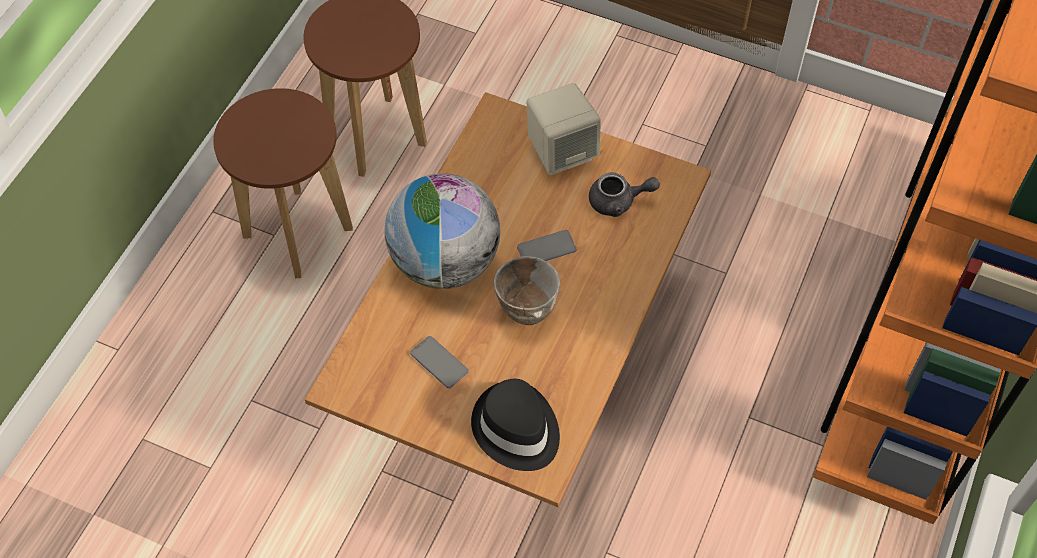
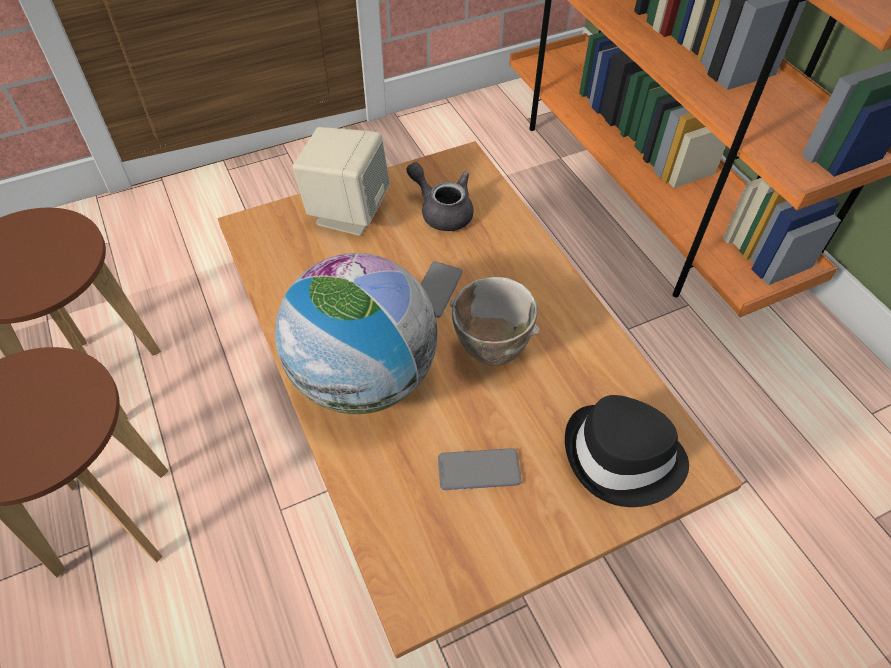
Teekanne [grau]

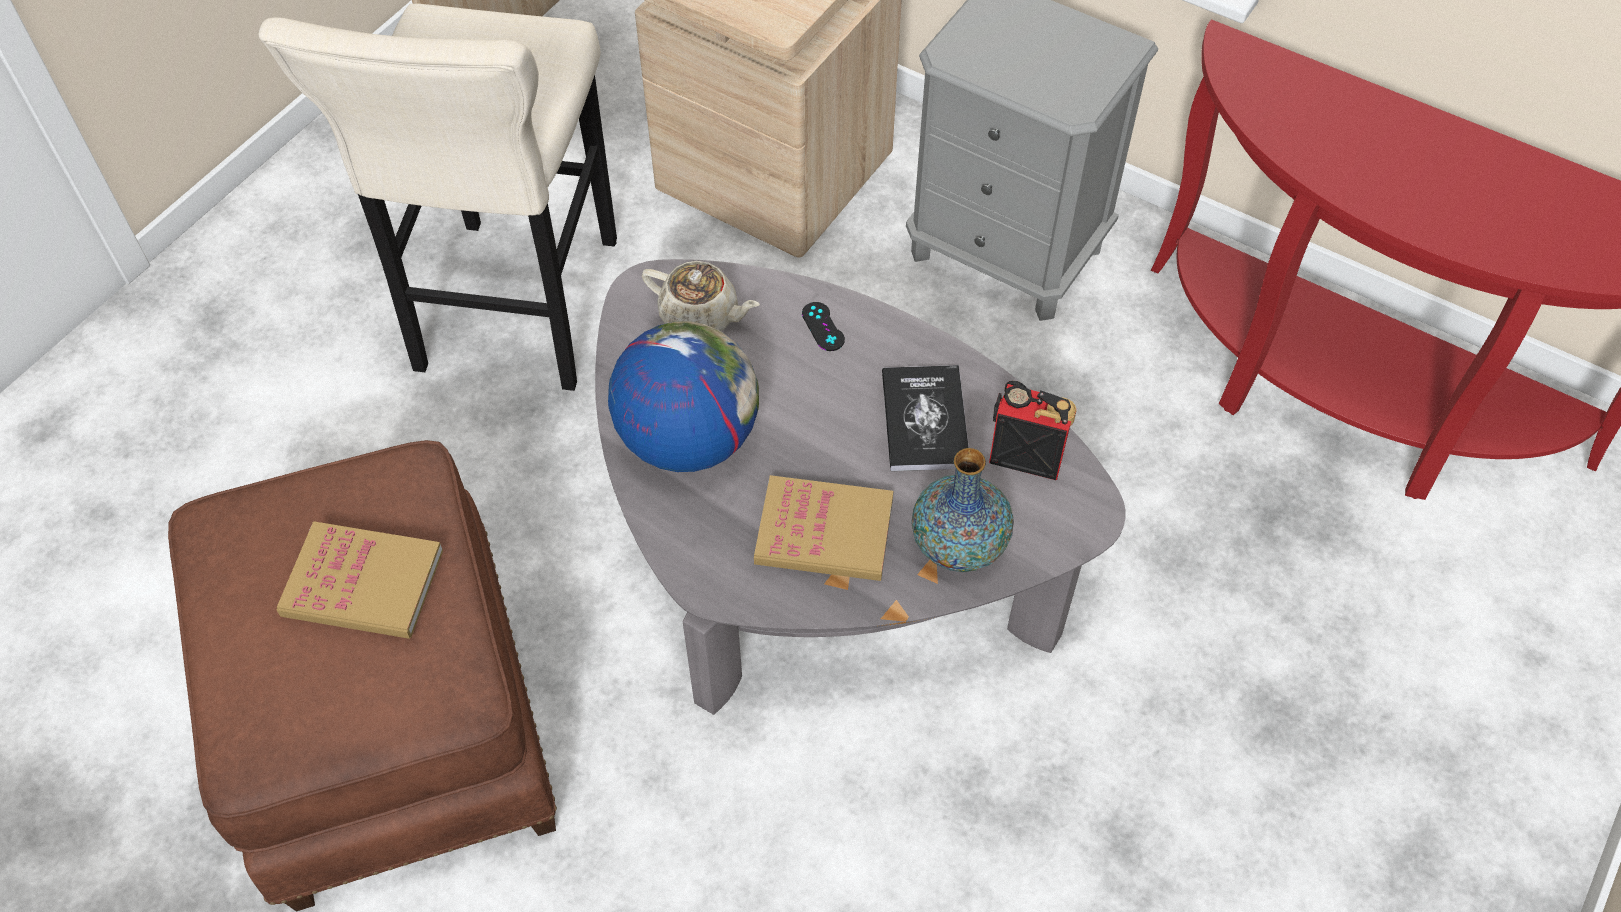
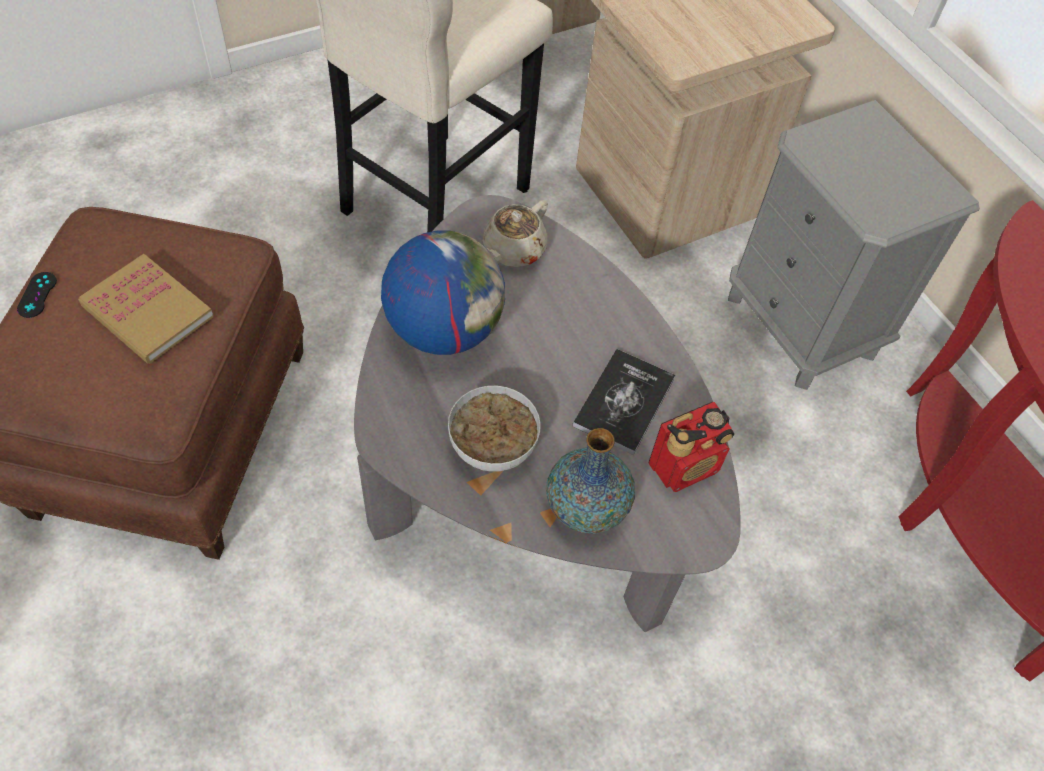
Teekanne [beige]
Schüssel
Gamepad [schwarz]
Radio

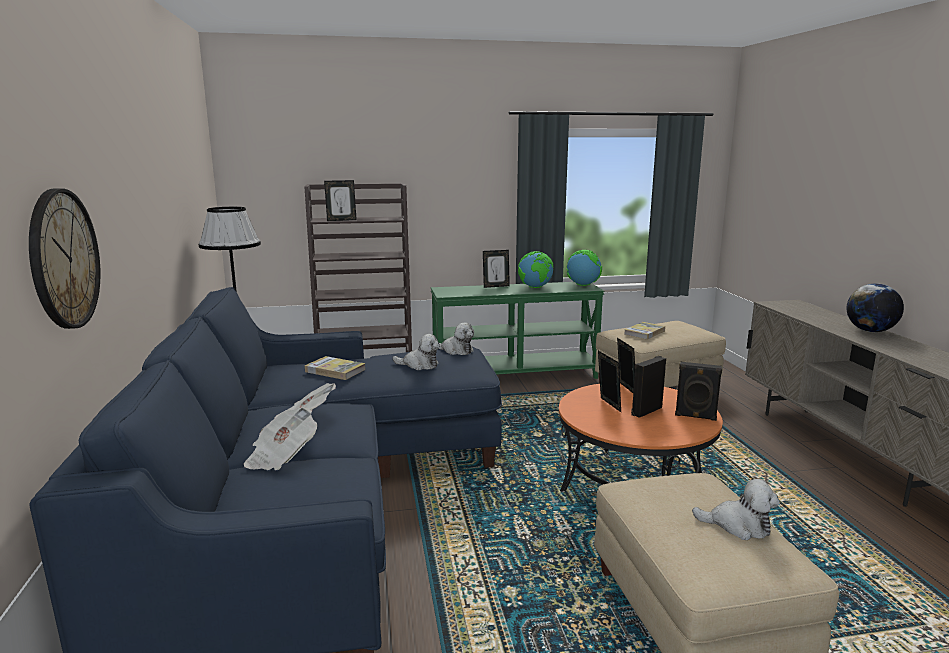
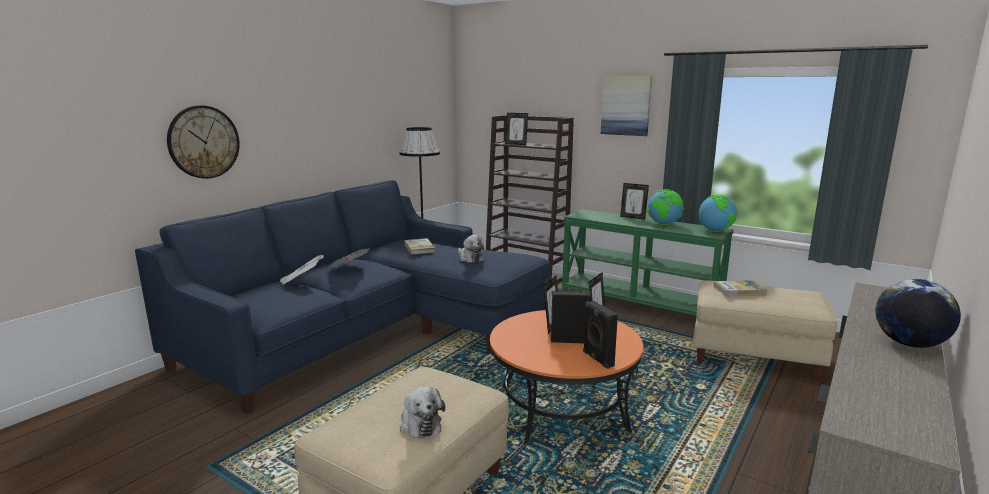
Plüschtier (no. 2 from left in the first image)
Bild

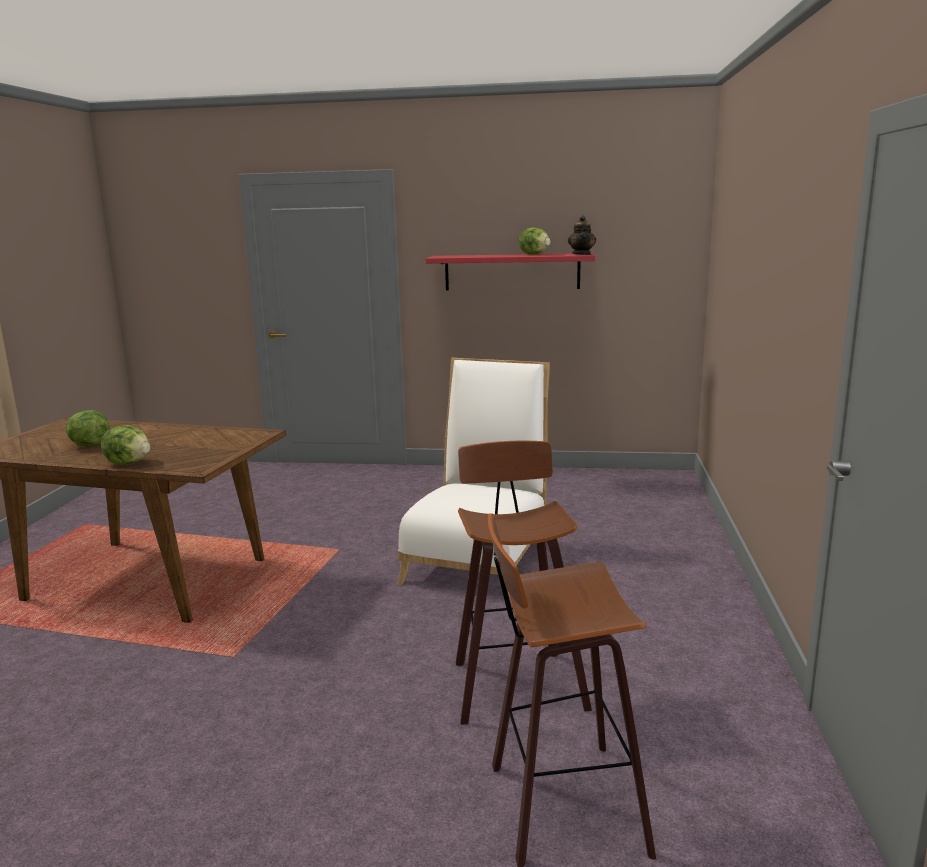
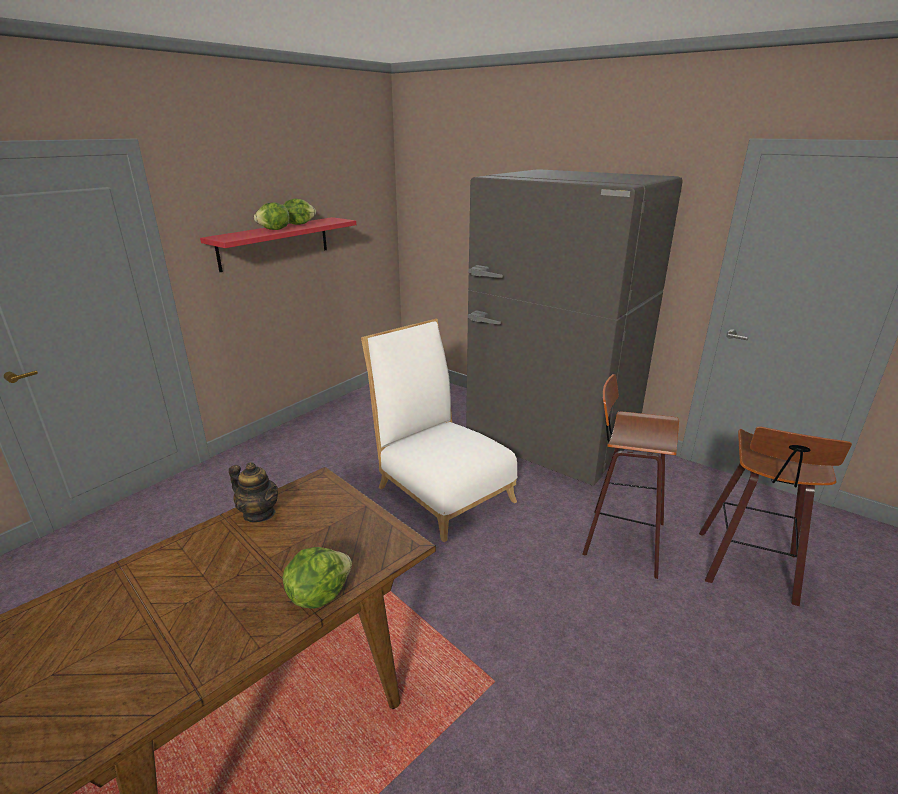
Salatkopf (no. 1 from left)
Teekanne
Kühlschrank [grau]

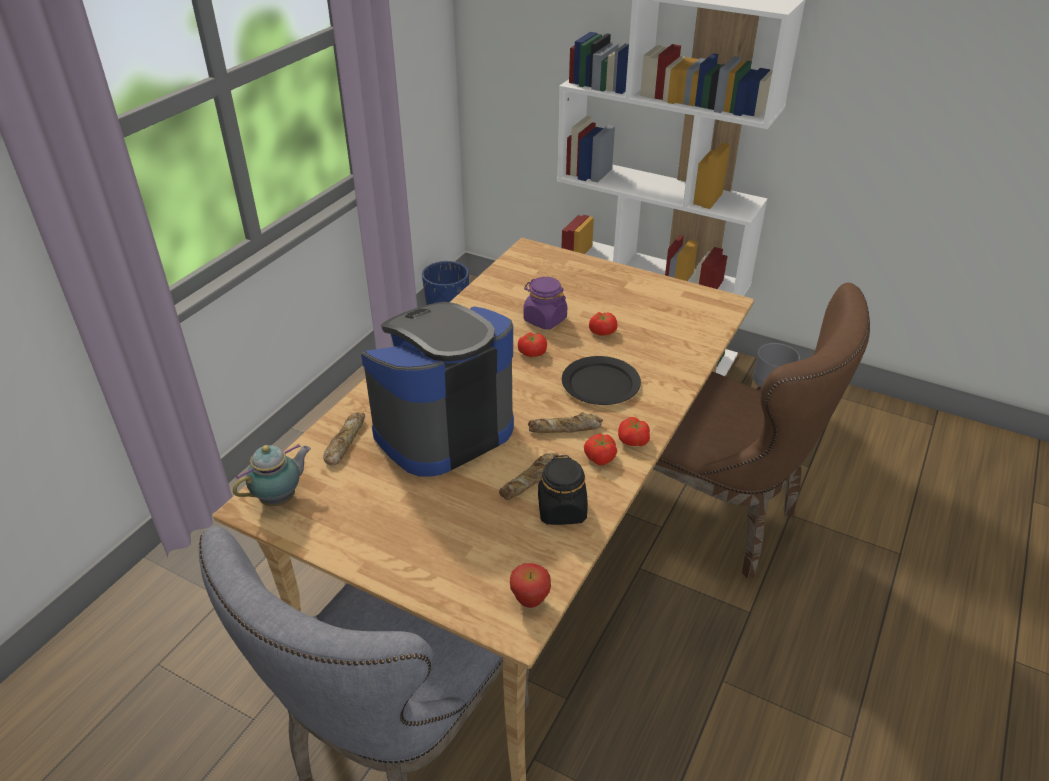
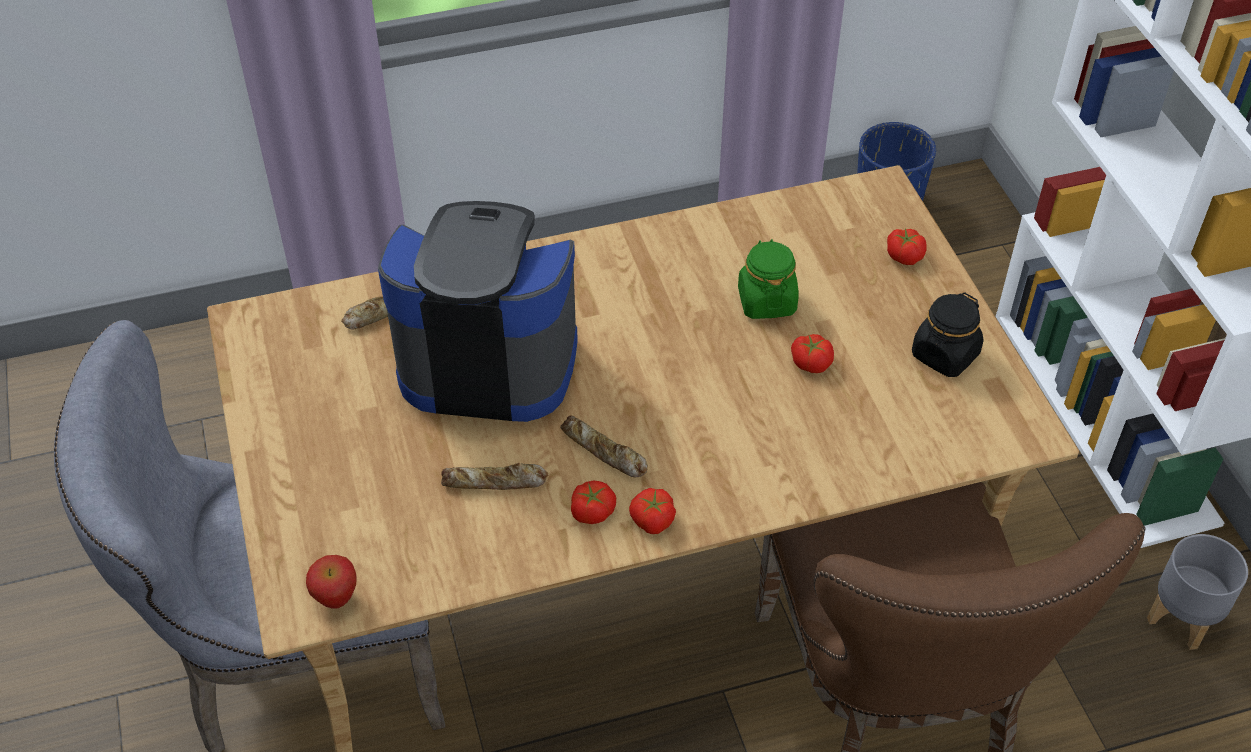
Teekanne
Tomate (no. 4 from left)
Vorratsglas [grün]
Vorratsglas [schwarz]
Teller [schwarz]

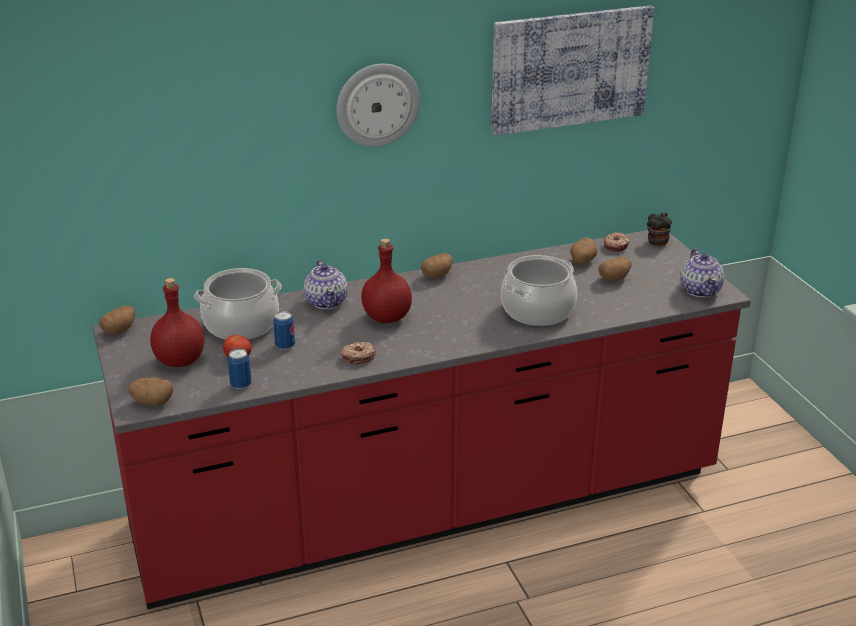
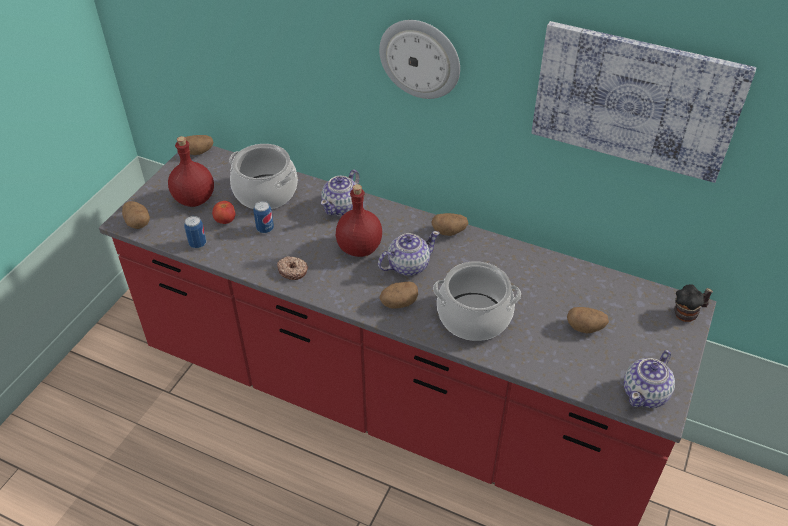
Kartoffel (no. 3 from left)
Donut (no. 2 from left in the first image)
Teekanne (no. 2 from left)

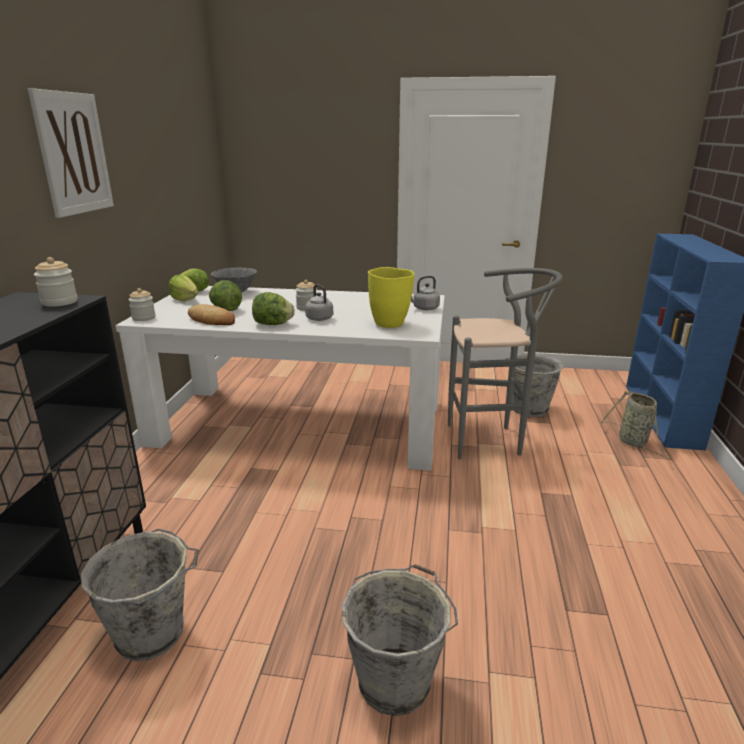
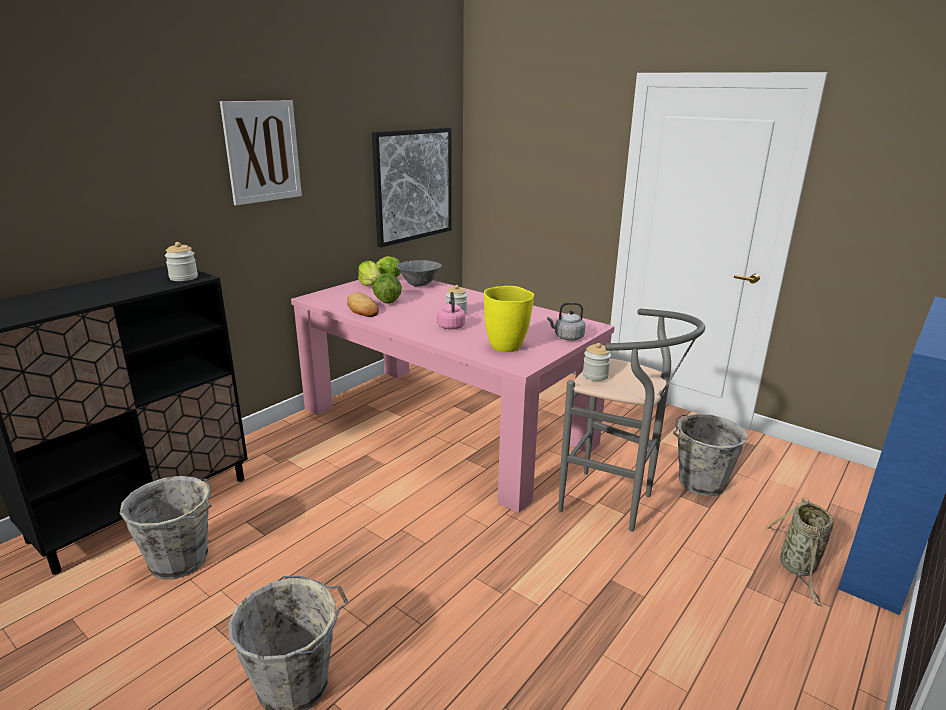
Esstisch [rosa]
Vorratsglas (no. 3 from left)
Salatkopf (no. 4 from left in the first image)
Wasserkessel [rosa]
Bild (no. 2 from left)

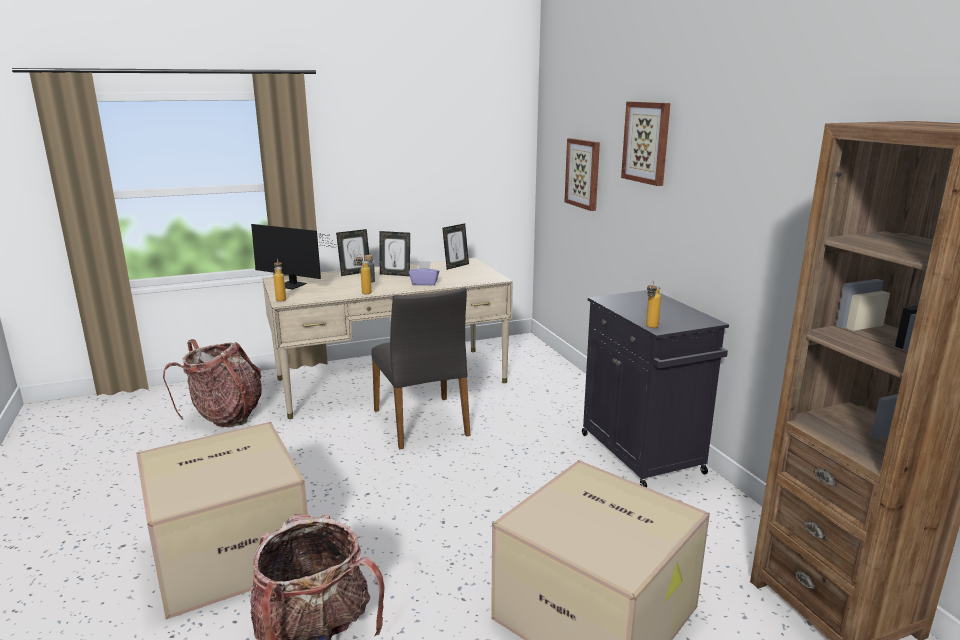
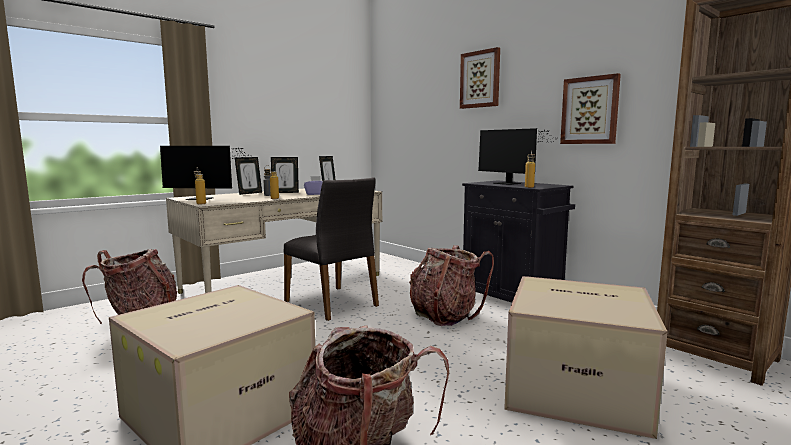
Bild (no. 2 from left)
Rucksack (no. 3 from left)
Monitor (no. 2 from left)

